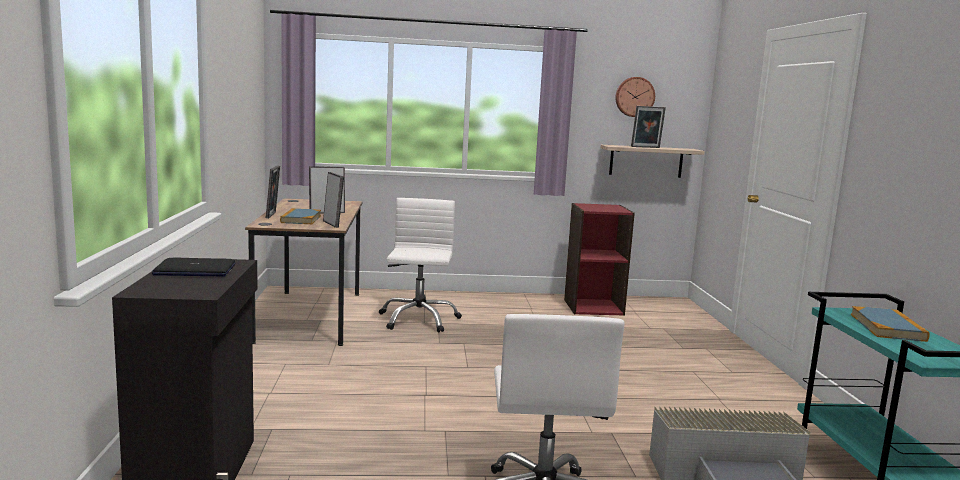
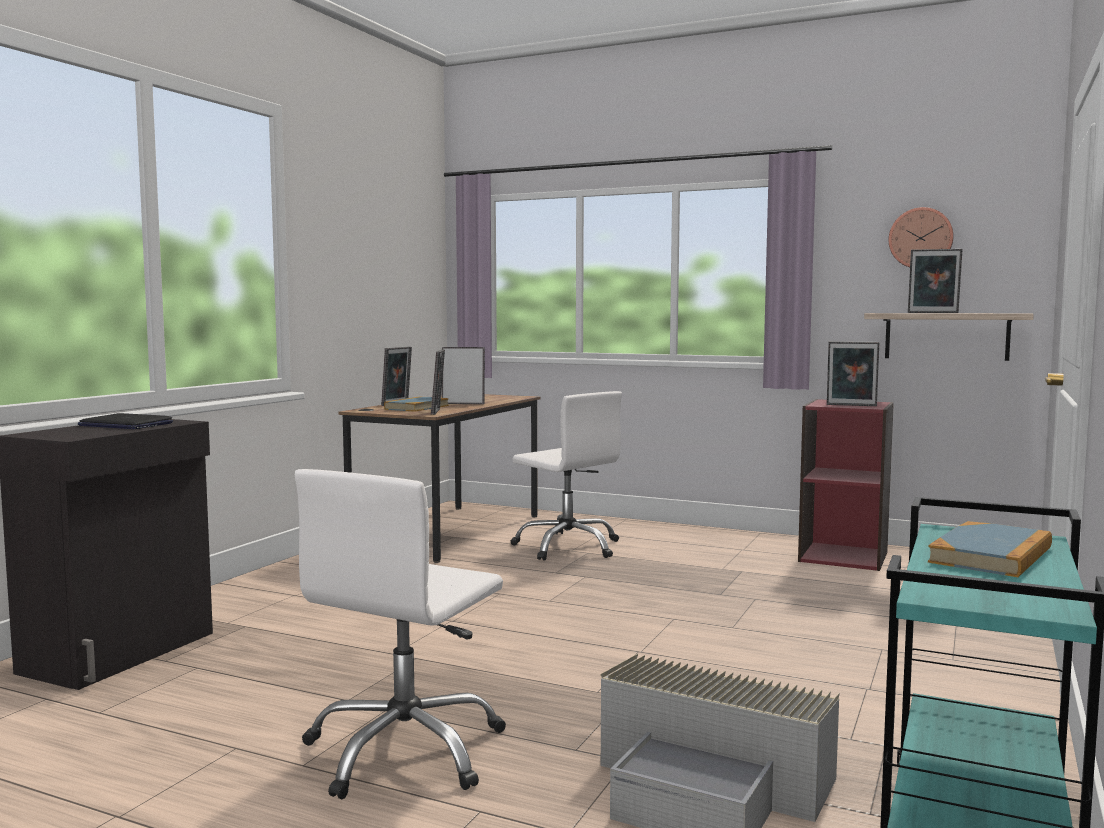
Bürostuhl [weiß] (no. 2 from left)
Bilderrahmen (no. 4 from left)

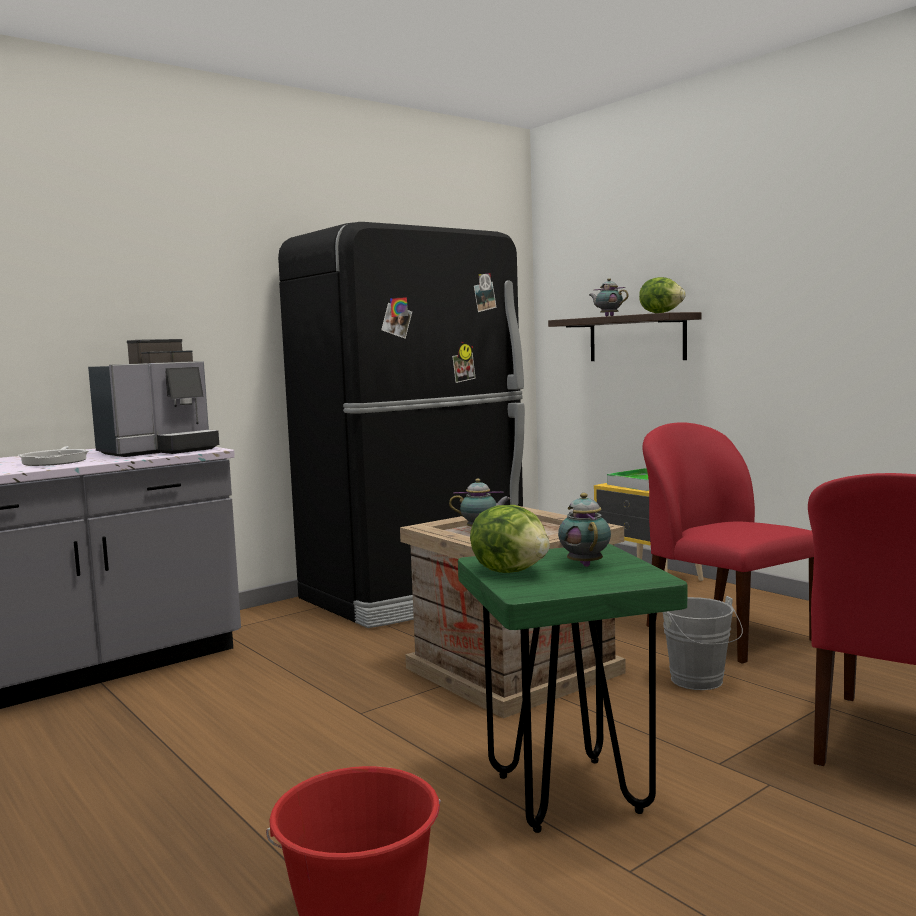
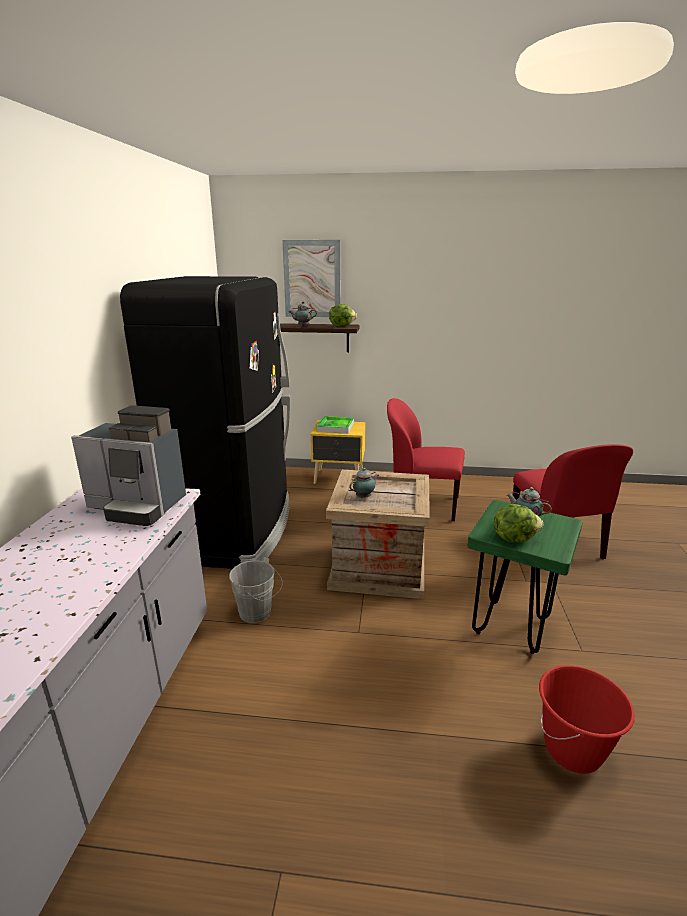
Pfanne
Kaffeemaschine
Eimer [grau]
Bild

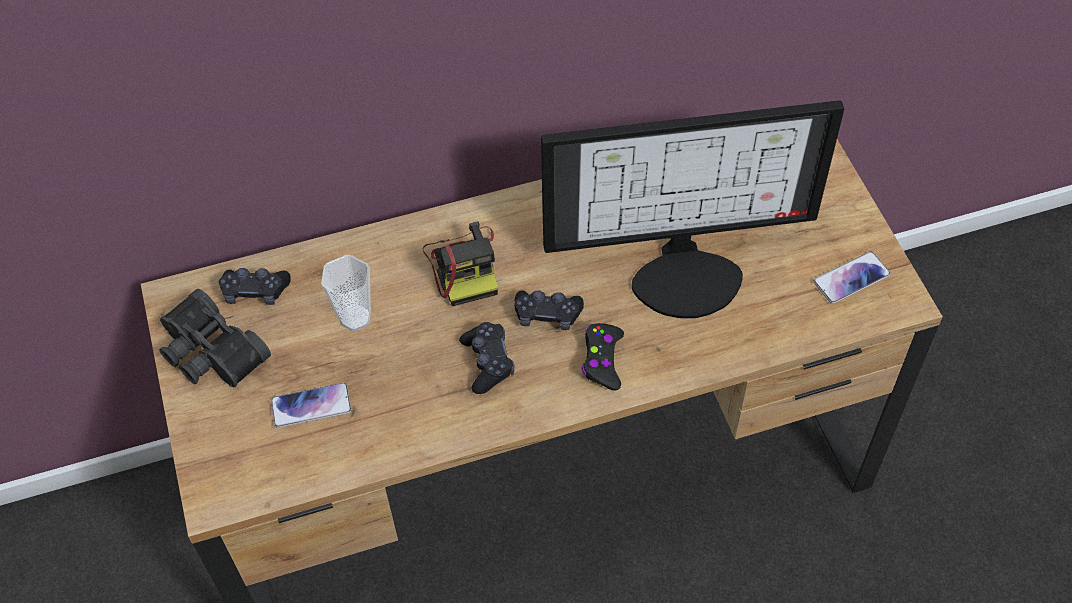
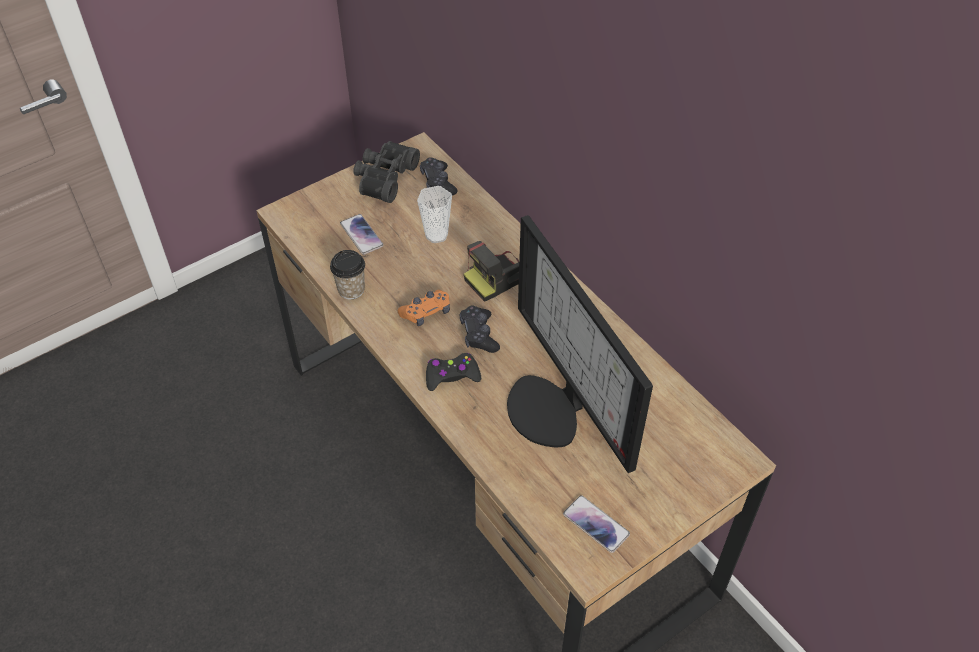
Gamepad [orange]
Tasse (no. 1 from left)

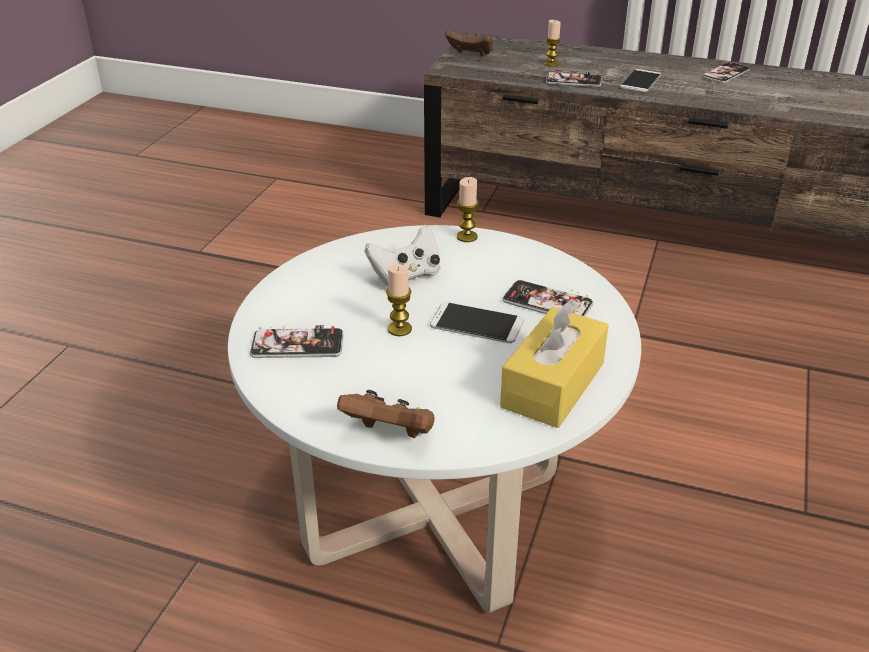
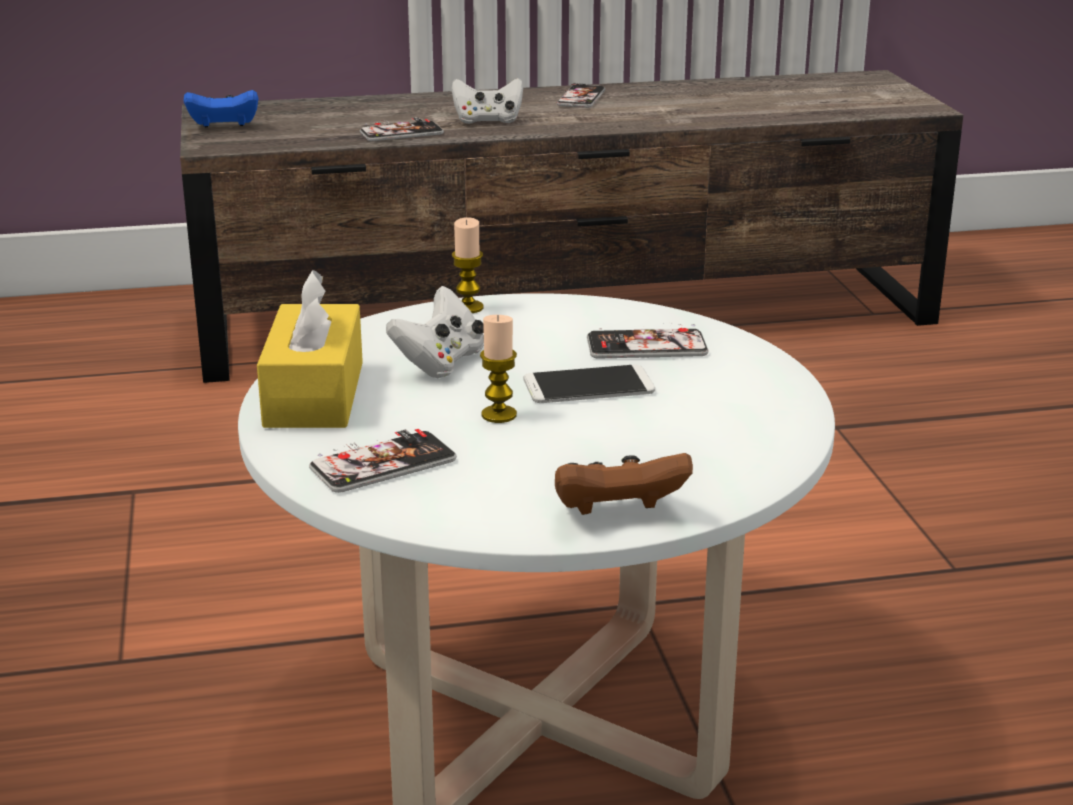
Gamepad [blau]
Taschentuchbox [gelb]
Kerze (no. 3 from left in the first image)
Gamepad [weiß] (no. 2 from left)

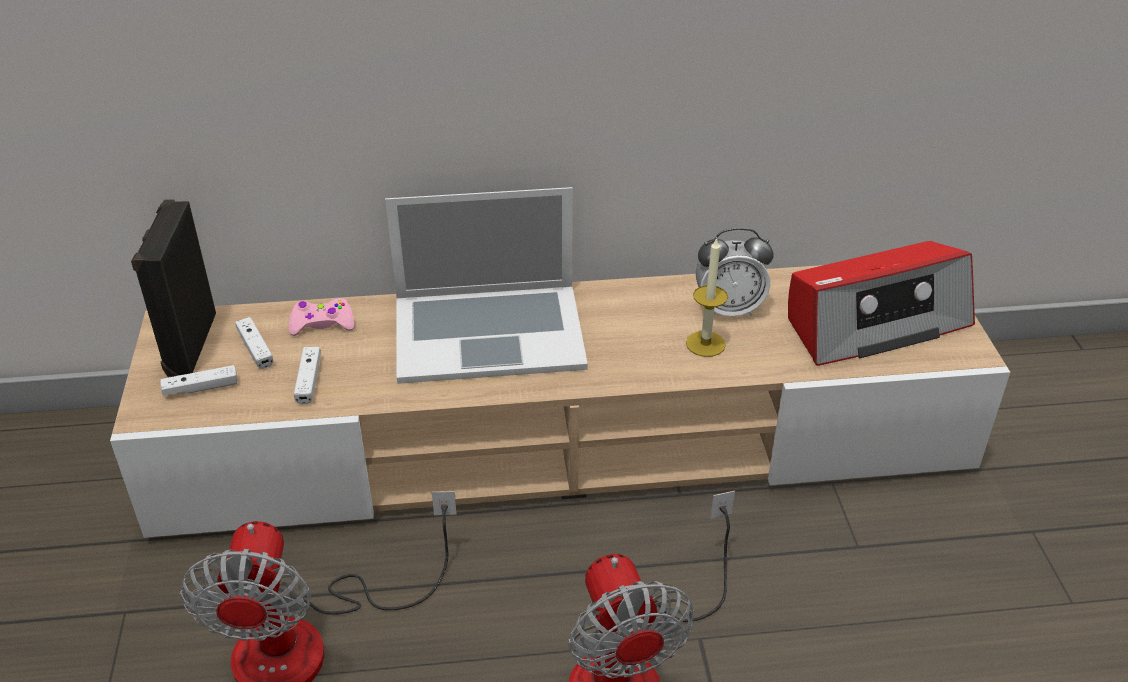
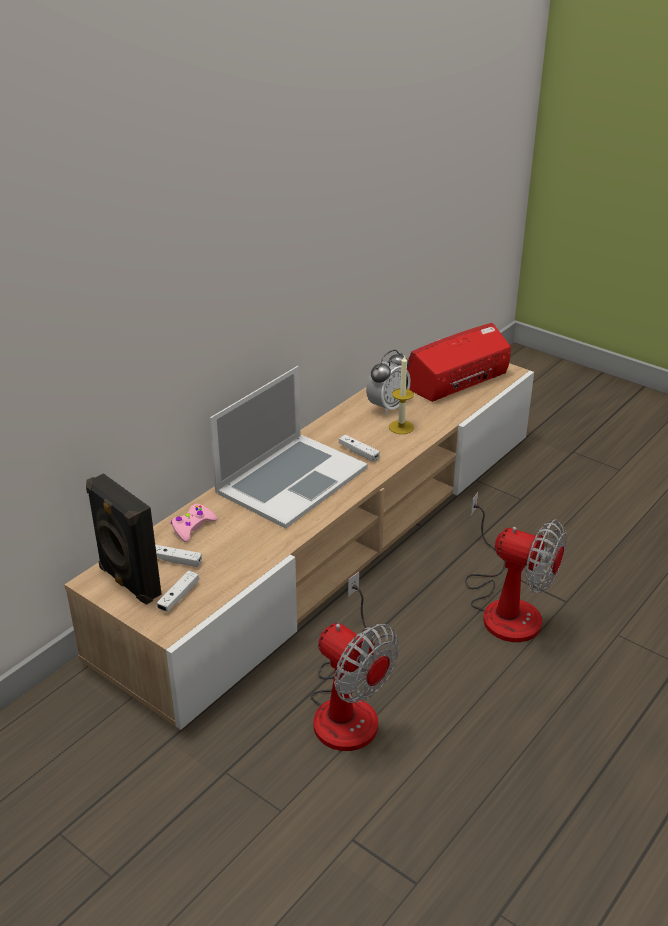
Gamepad [weiß] (no. 3 from left)
Radio

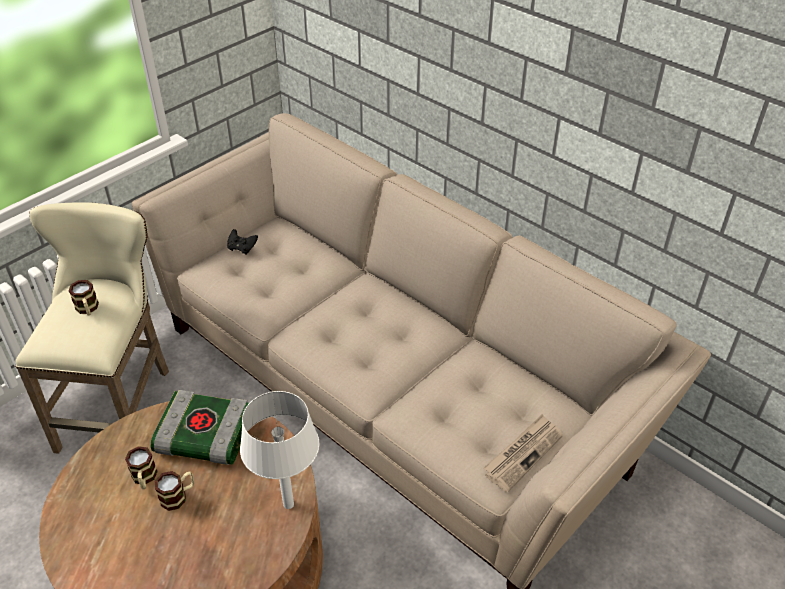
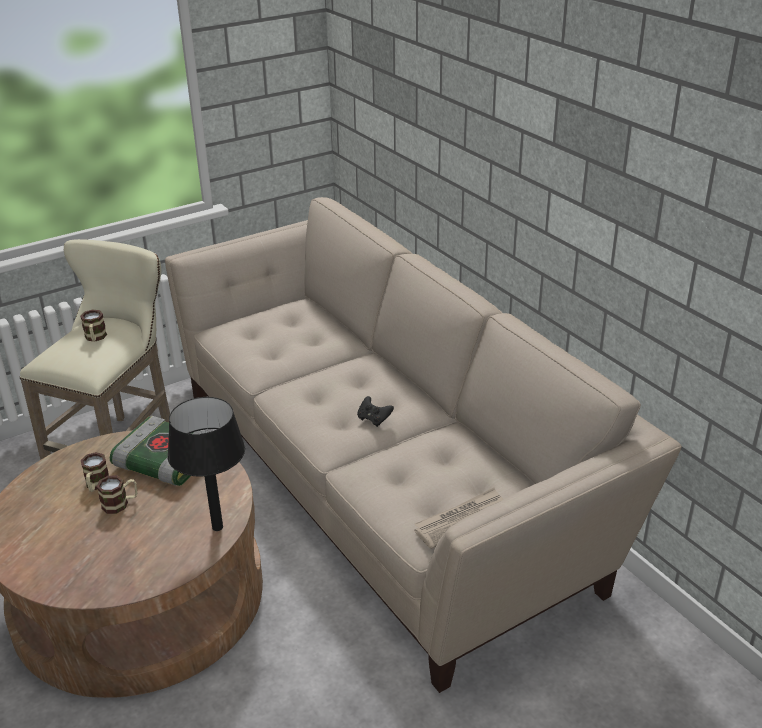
Gamepad [schwarz]
Tischlampe [schwarz]

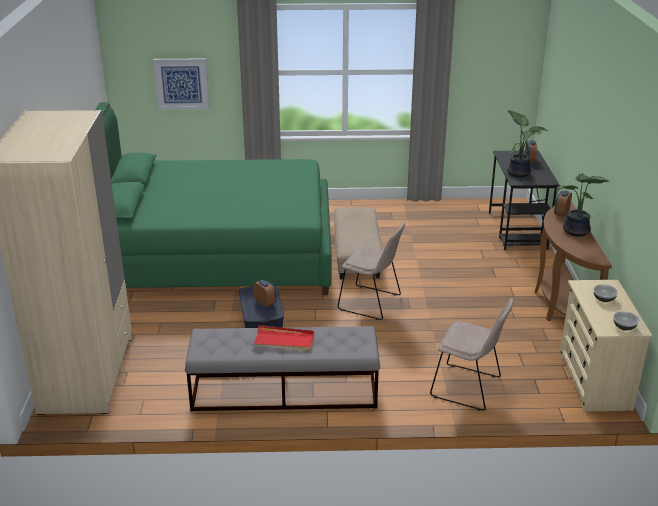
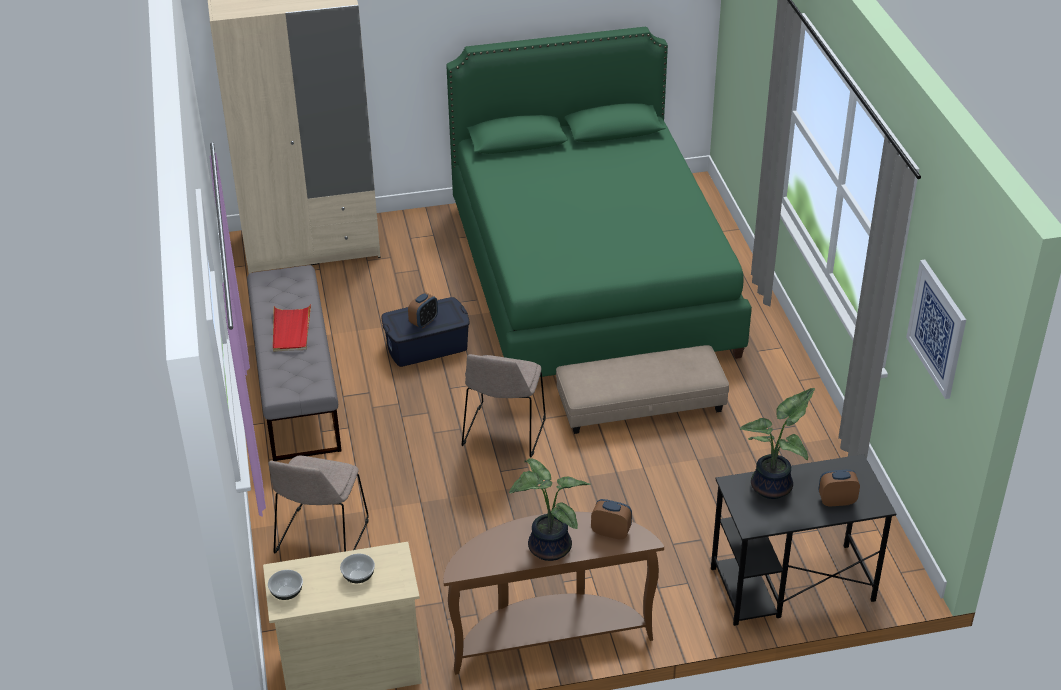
Bild

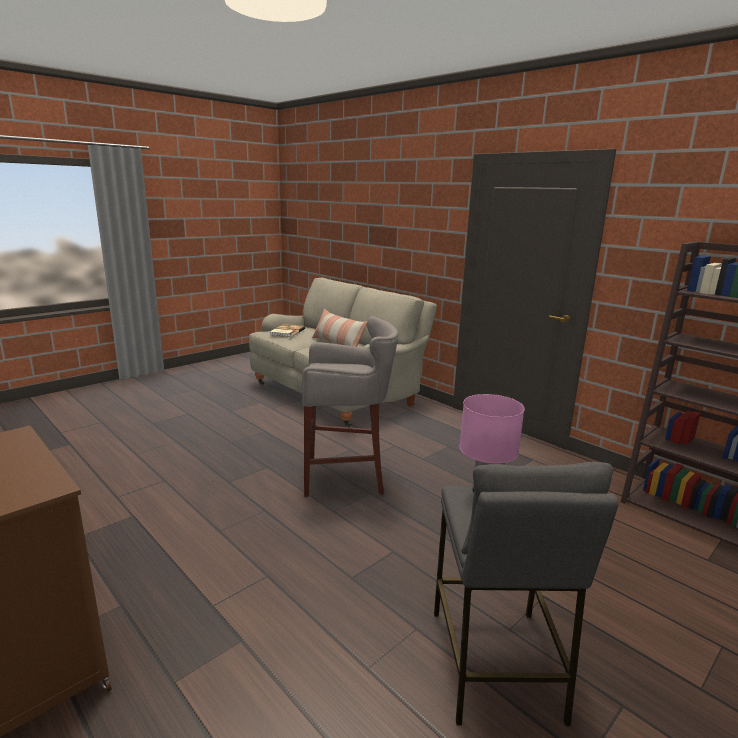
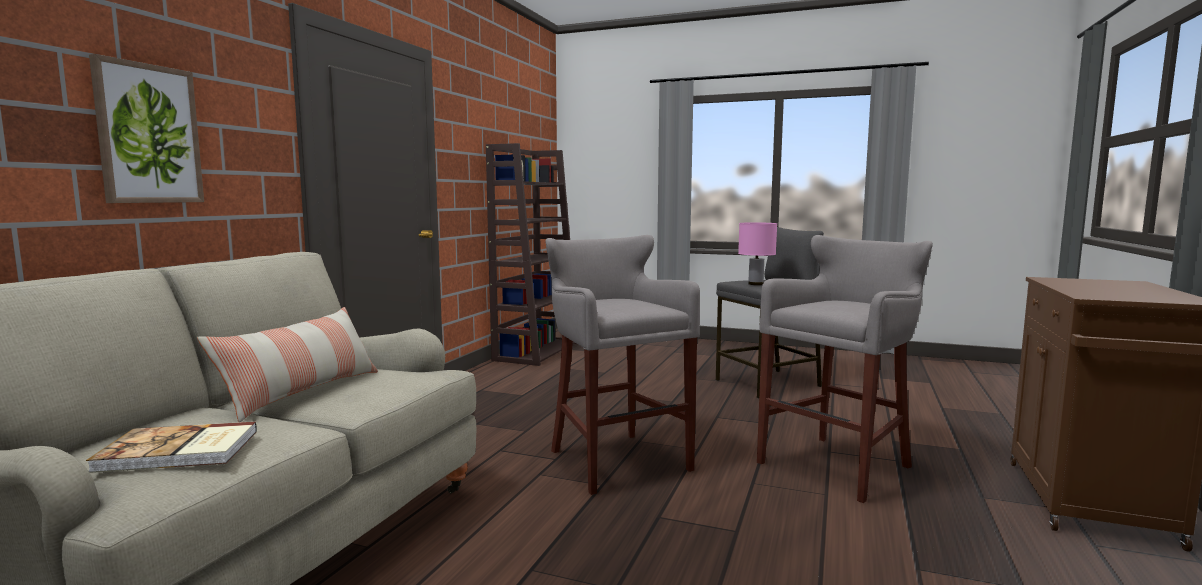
Bild
Hocker [grau] (no. 3 from left)

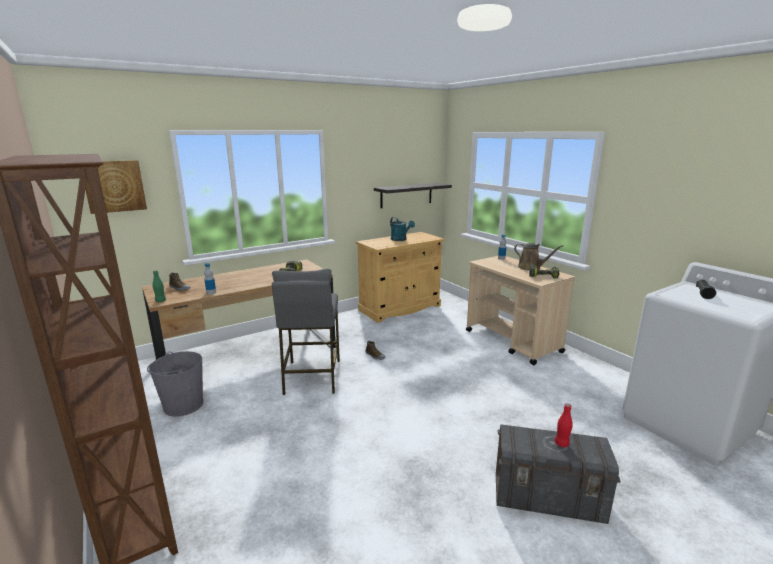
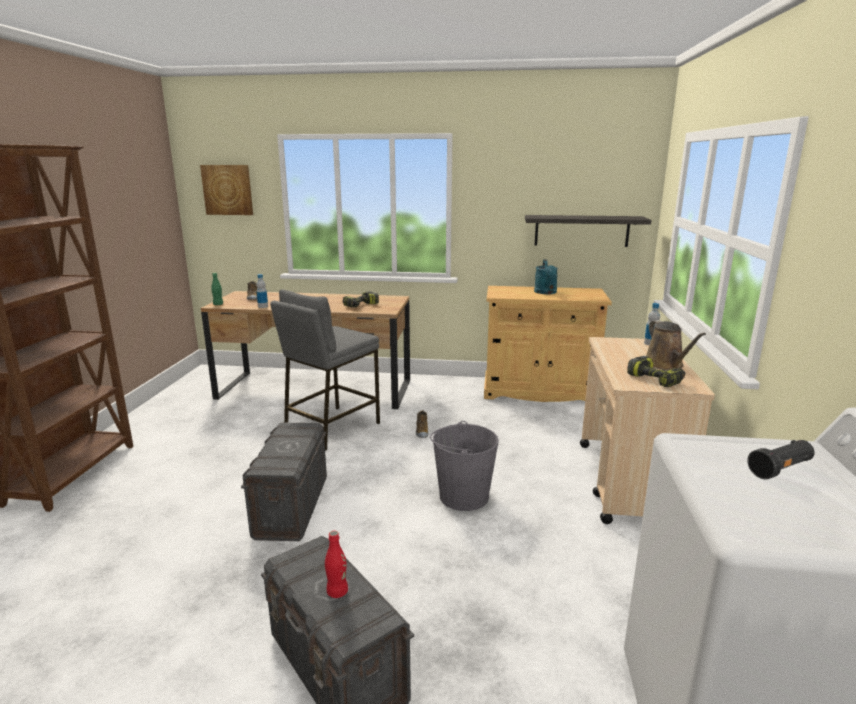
Eimer [grau]
Aufbewahrungsbox [grau] (no. 1 from left)

